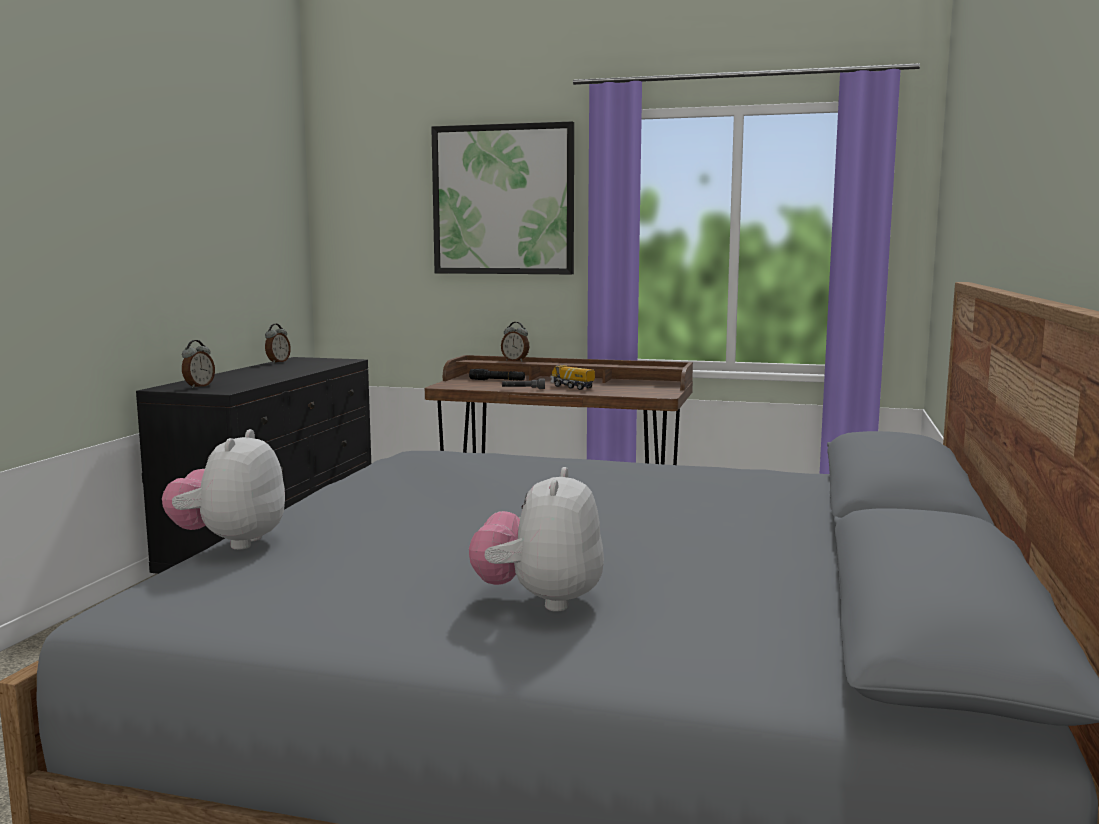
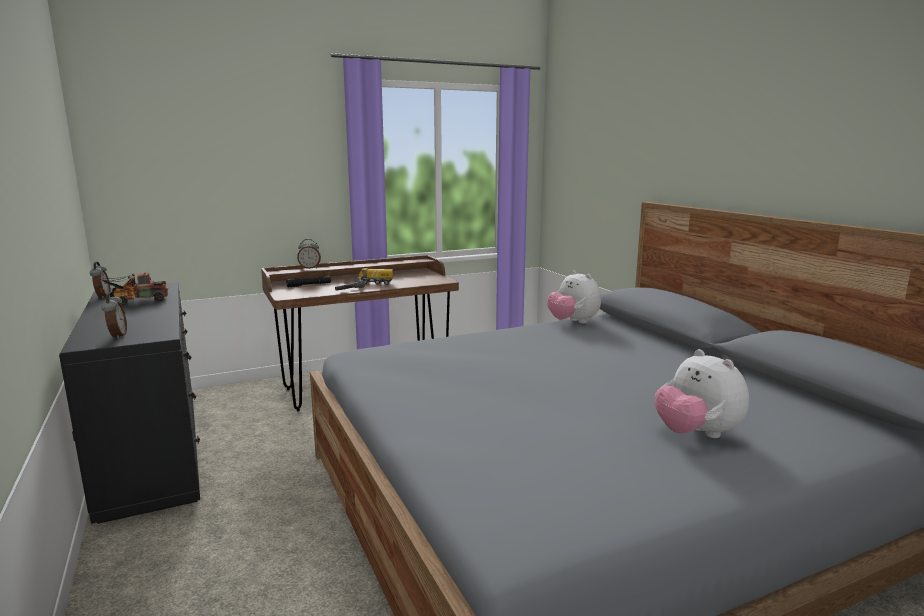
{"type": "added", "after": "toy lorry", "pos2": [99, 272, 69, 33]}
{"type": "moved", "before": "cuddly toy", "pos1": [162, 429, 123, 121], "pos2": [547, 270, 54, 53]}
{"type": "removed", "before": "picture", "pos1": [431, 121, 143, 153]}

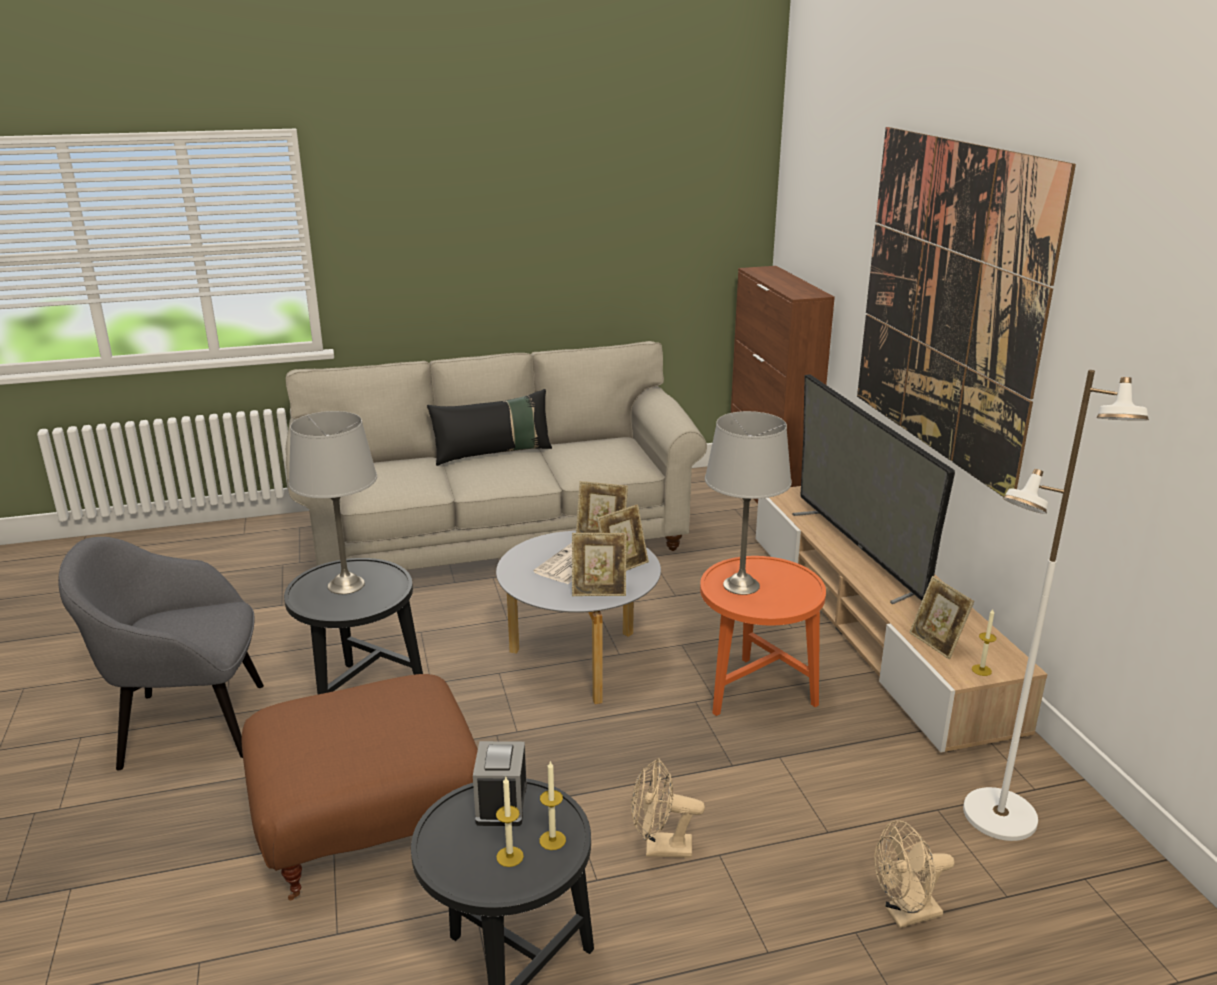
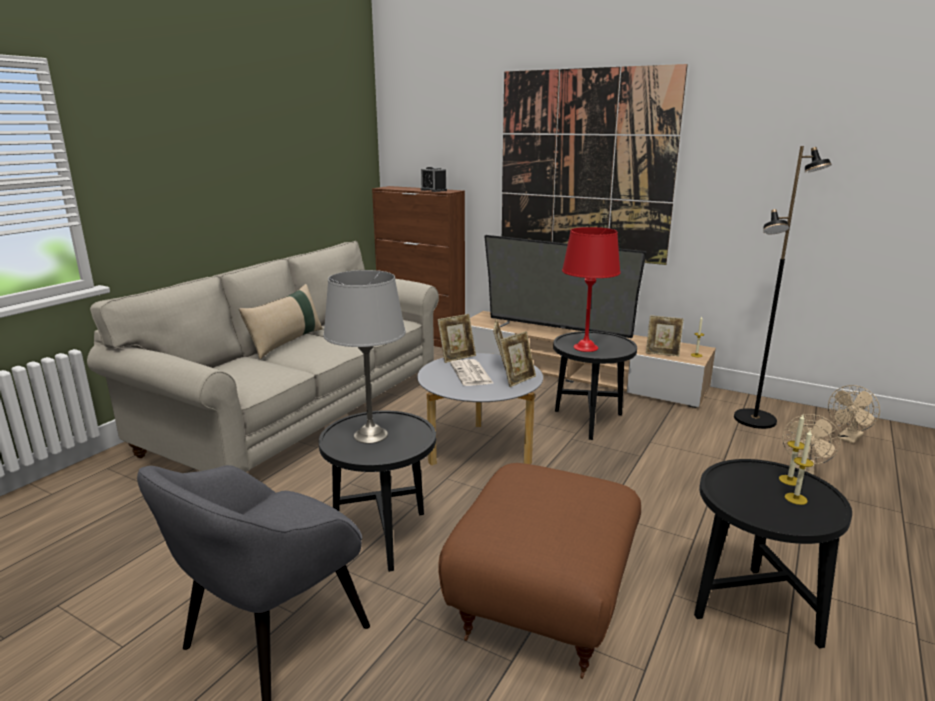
{"type": "recoloured", "before": "black cushion", "after": "sand-coloured cushion", "pos1": [427, 389, 125, 77], "pos2": [239, 284, 84, 75]}
{"type": "moved", "before": "table clock", "pos1": [473, 741, 54, 85], "pos2": [421, 166, 26, 26]}
{"type": "recoloured", "before": "orange-coloured accent table", "after": "black accent table", "pos1": [700, 556, 126, 160], "pos2": [553, 331, 84, 109]}
{"type": "recoloured", "before": "grey lamp for a table", "after": "red lamp for a table", "pos1": [705, 411, 87, 184], "pos2": [562, 227, 59, 125]}
{"type": "recoloured", "before": "white standing lamp", "after": "black standing lamp", "pos1": [963, 370, 186, 471], "pos2": [734, 146, 98, 283]}
{"type": "moved", "before": "sand-coloured electric fan", "pos1": [631, 758, 74, 100], "pos2": [828, 385, 52, 59]}

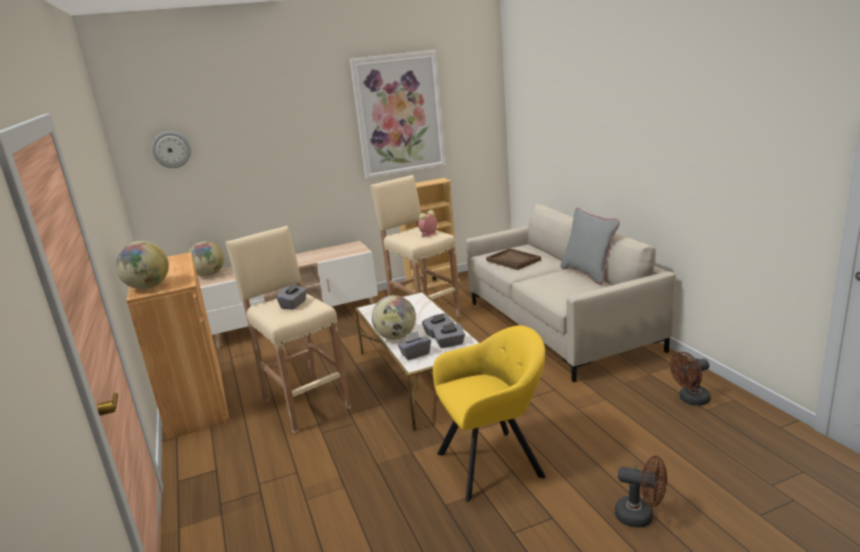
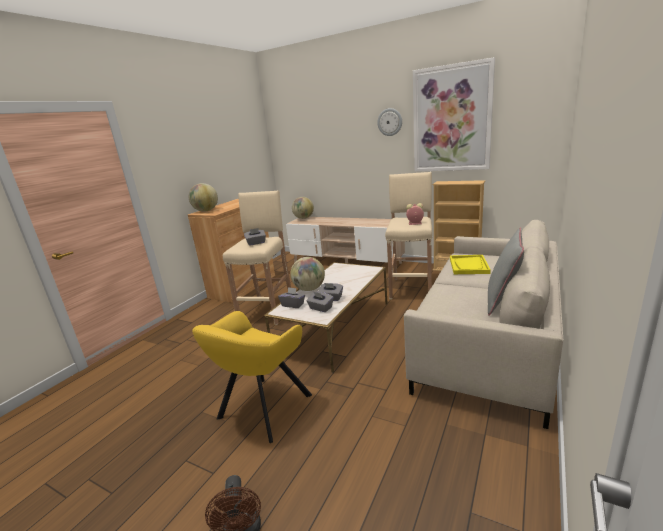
{"type": "turned", "before": "yellowish armchair", "pos1": [433, 325, 113, 177], "pos2": [192, 311, 120, 132], "turn": 90}
{"type": "moved", "before": "clock on the wall", "pos1": [152, 131, 39, 37], "pos2": [377, 108, 25, 28]}
{"type": "recoloured", "before": "brownish carrying tray", "after": "yellowish carrying tray", "pos1": [486, 248, 55, 22], "pos2": [450, 255, 41, 19]}
{"type": "removed", "before": "brownish electric fan", "pos1": [670, 352, 41, 54]}

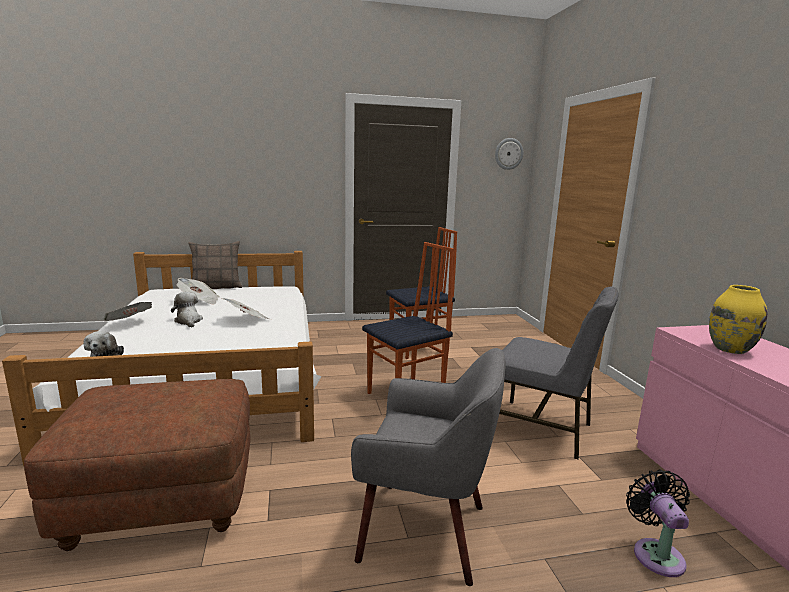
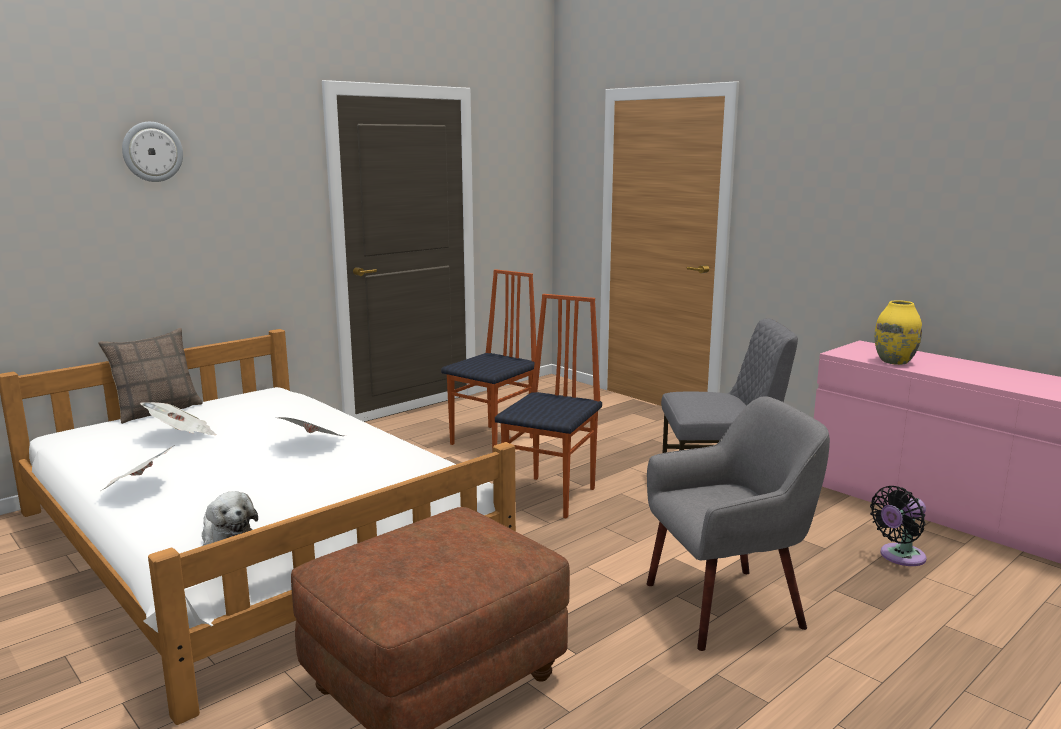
{"type": "moved", "before": "clock on the wall", "pos1": [495, 138, 29, 32], "pos2": [122, 122, 61, 60]}
{"type": "turned", "before": "black electric fan", "pos1": [626, 470, 64, 107], "pos2": [870, 486, 56, 80], "turn": -90}
{"type": "removed", "before": "cuddly toy", "pos1": [171, 292, 32, 35]}

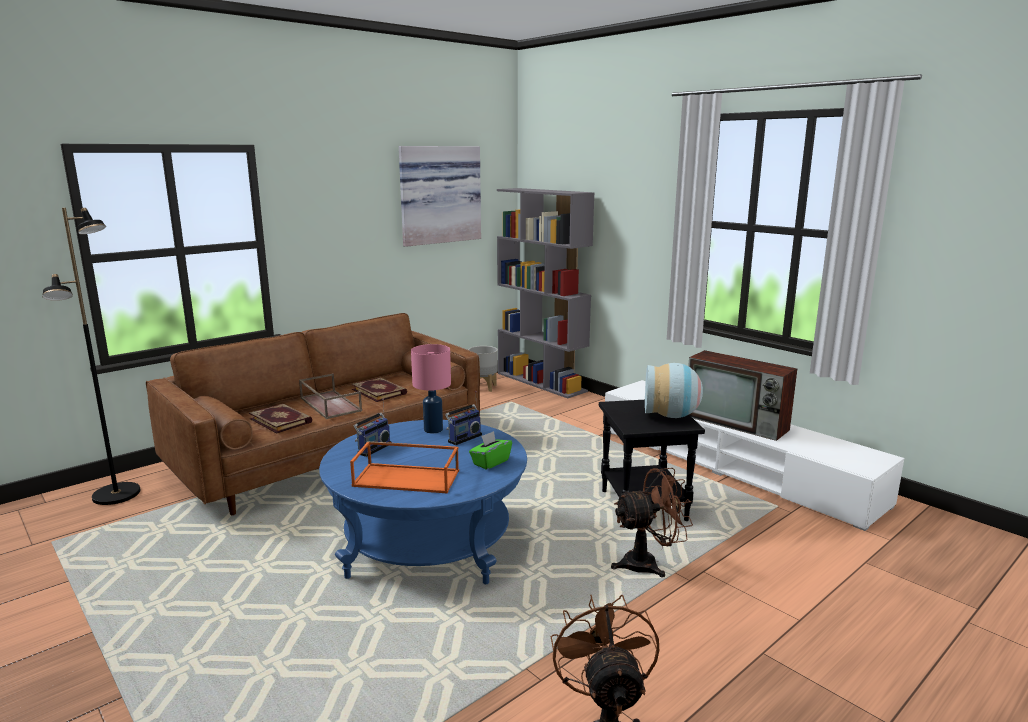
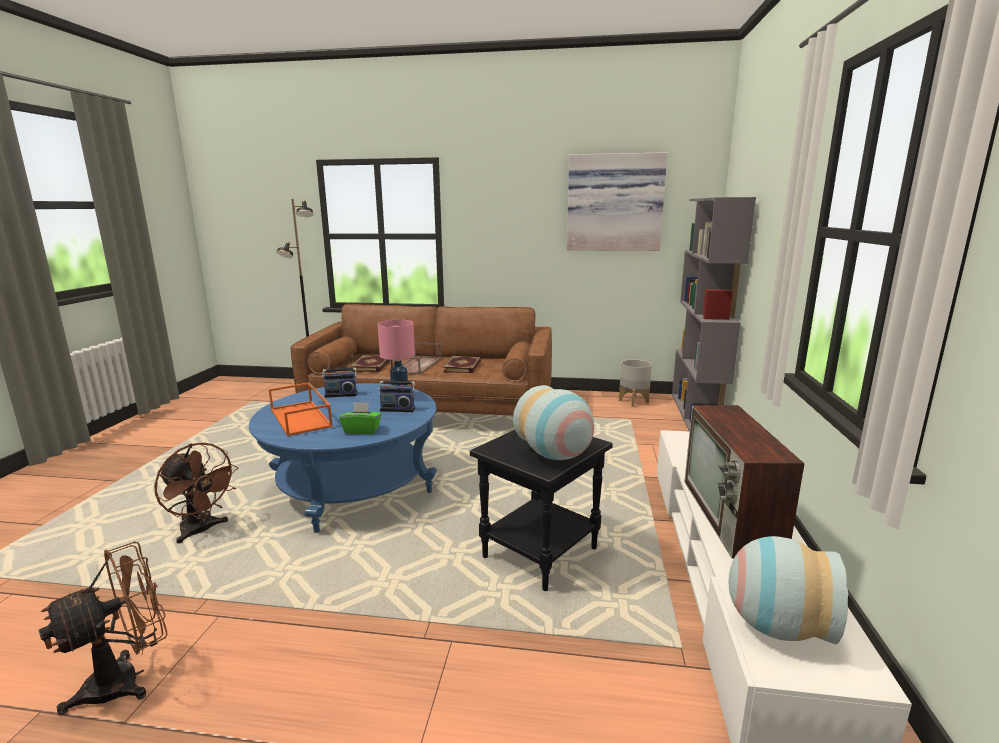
{"type": "moved", "before": "brownish electric fan", "pos1": [611, 468, 82, 110], "pos2": [154, 443, 84, 100]}
{"type": "added", "after": "vase", "pos2": [729, 536, 119, 109]}

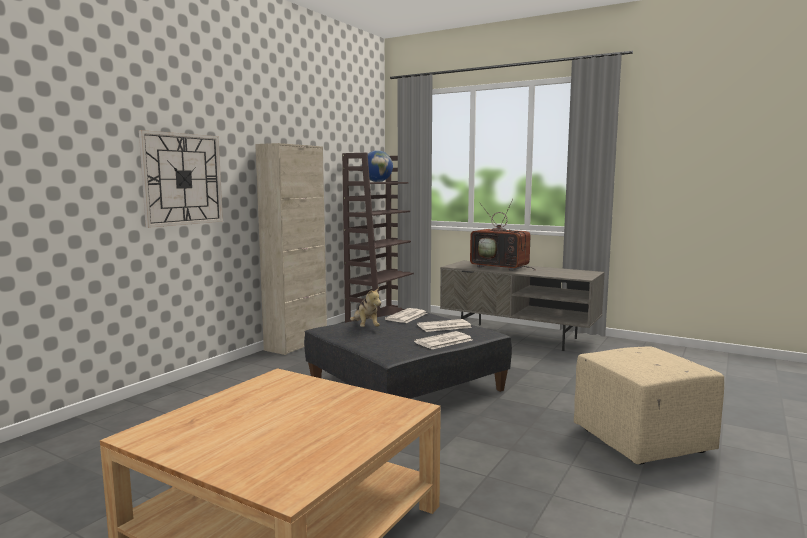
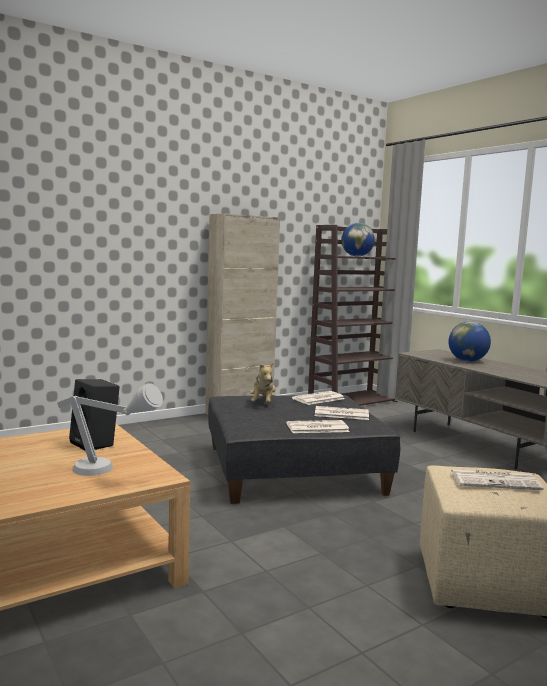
{"type": "added", "after": "grey lamp for a table", "pos2": [57, 383, 106, 93]}
{"type": "added", "after": "black audio speaker", "pos2": [69, 379, 51, 71]}
{"type": "replaced", "before": "TV set", "after": "desk globe", "pos1": [470, 199, 66, 72], "pos2": [448, 321, 43, 41]}
{"type": "added", "after": "printed paper", "pos2": [451, 470, 92, 20]}
{"type": "removed", "before": "clock on the wall", "pos1": [139, 130, 84, 98]}

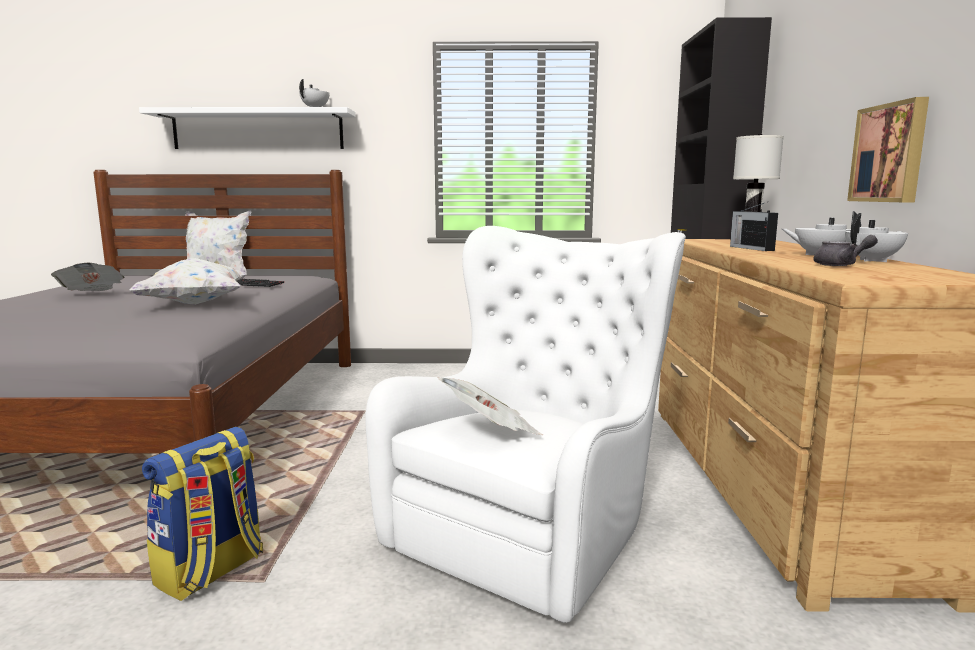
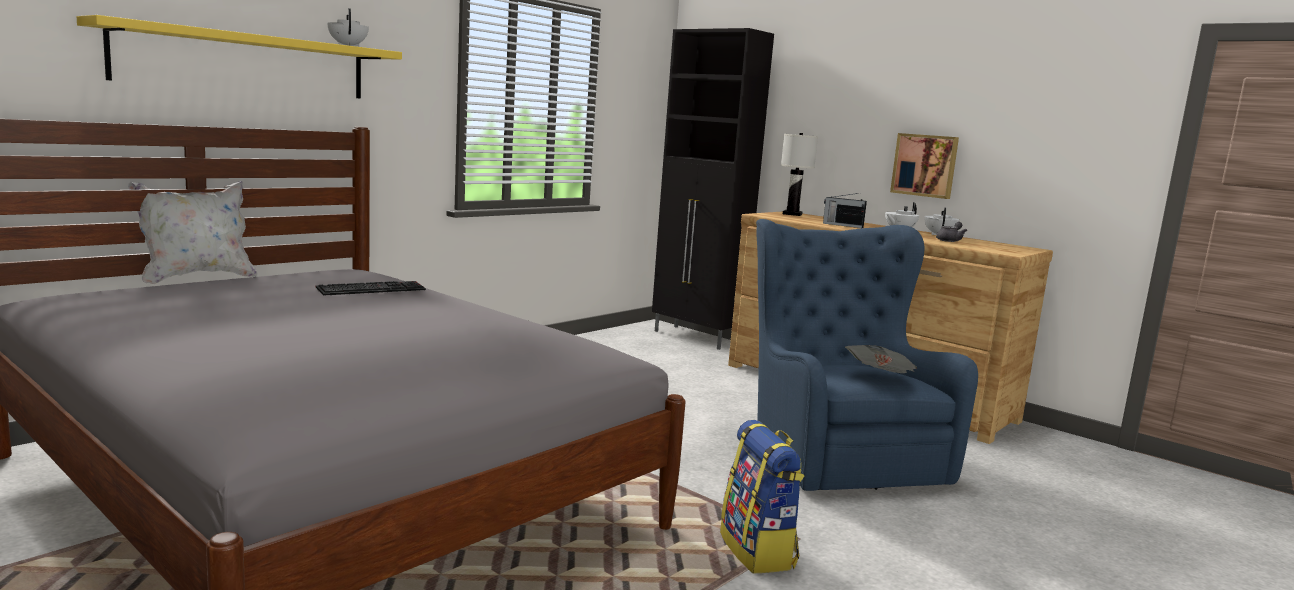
{"type": "recoloured", "before": "white wall shelf", "after": "yellowish wall shelf", "pos1": [139, 107, 217, 42], "pos2": [77, 15, 325, 84]}
{"type": "recoloured", "before": "white armchair", "after": "blue-coloured armchair", "pos1": [365, 226, 321, 397], "pos2": [756, 219, 222, 272]}
{"type": "removed", "before": "printed paper", "pos1": [51, 263, 73, 28]}
{"type": "removed", "before": "white cushion", "pos1": [130, 258, 117, 47]}

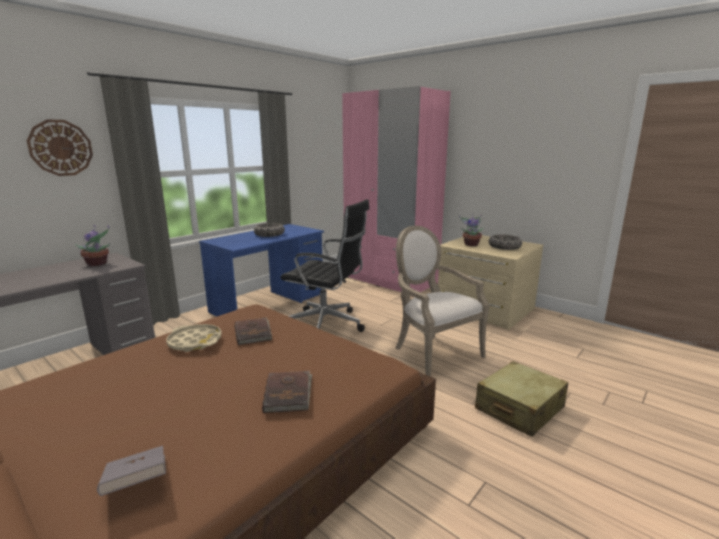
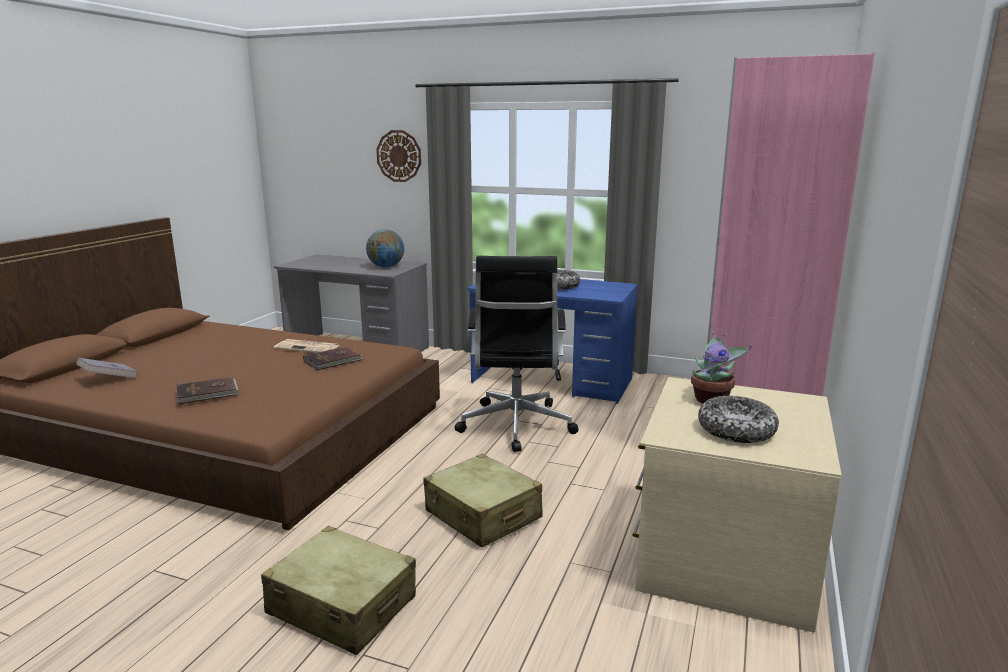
{"type": "replaced", "before": "sand-coloured carrying tray", "after": "printed paper", "pos1": [166, 324, 56, 28], "pos2": [274, 339, 66, 14]}
{"type": "replaced", "before": "houseplant", "after": "desk globe", "pos1": [75, 225, 35, 41], "pos2": [366, 229, 38, 38]}
{"type": "replaced", "before": "armchair", "after": "sand-coloured piece of luggage", "pos1": [395, 226, 94, 151], "pos2": [423, 454, 120, 94]}

